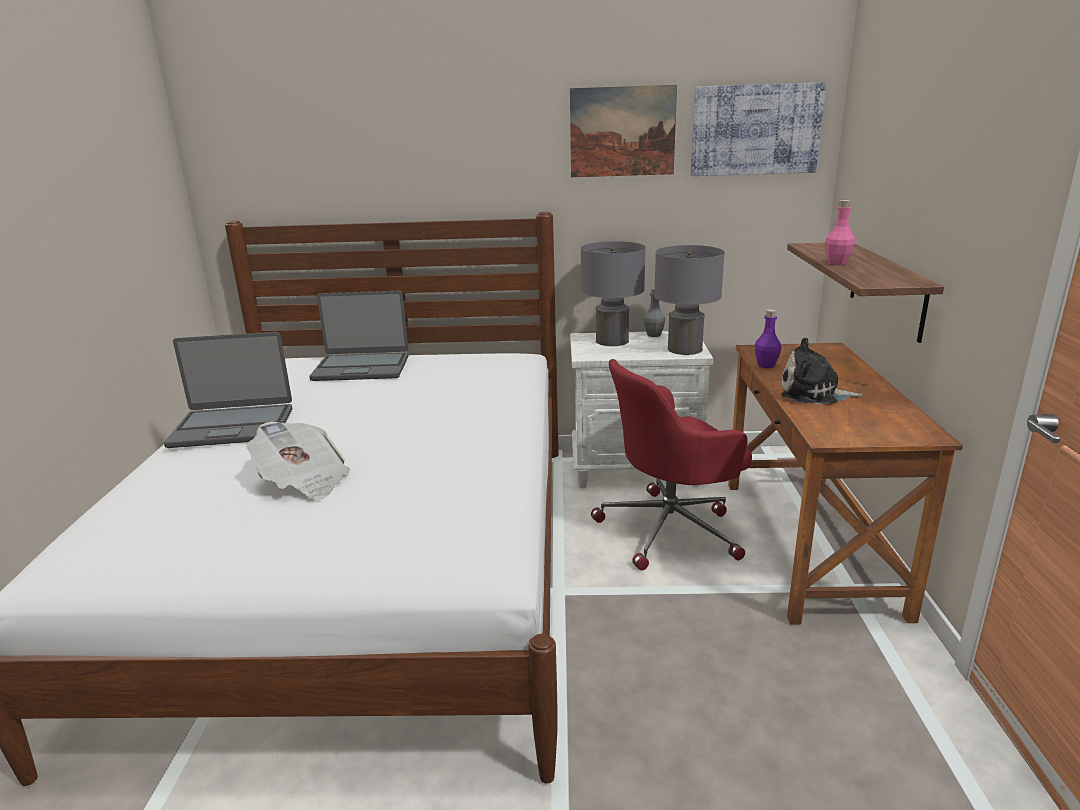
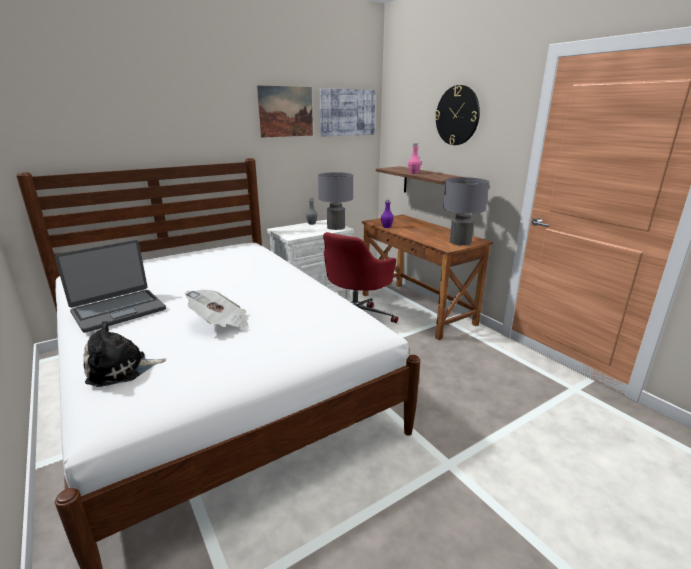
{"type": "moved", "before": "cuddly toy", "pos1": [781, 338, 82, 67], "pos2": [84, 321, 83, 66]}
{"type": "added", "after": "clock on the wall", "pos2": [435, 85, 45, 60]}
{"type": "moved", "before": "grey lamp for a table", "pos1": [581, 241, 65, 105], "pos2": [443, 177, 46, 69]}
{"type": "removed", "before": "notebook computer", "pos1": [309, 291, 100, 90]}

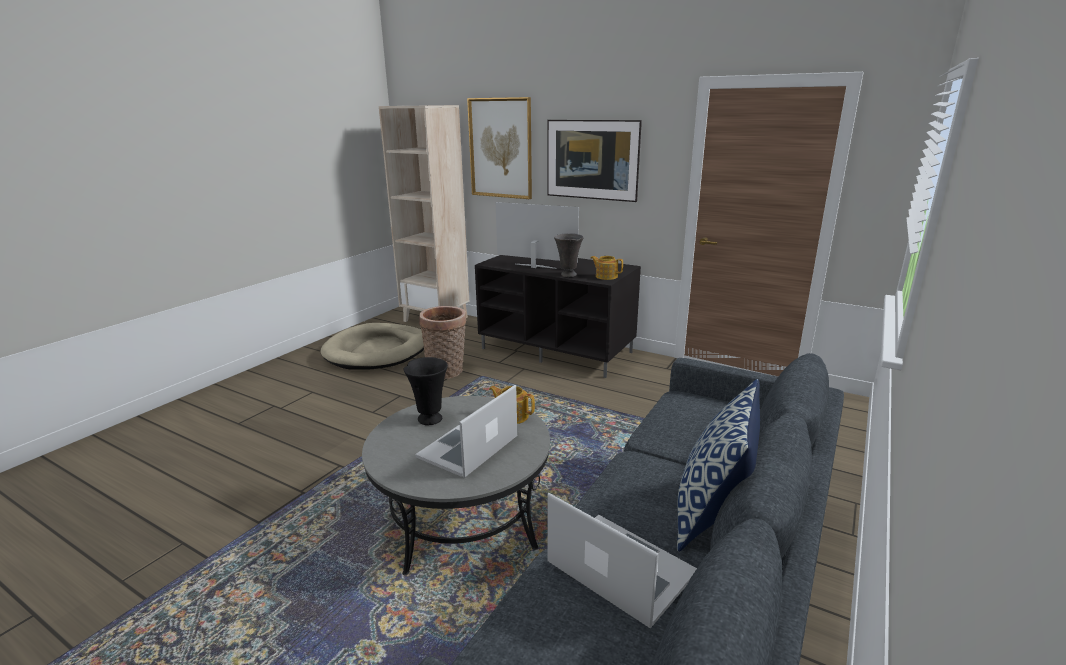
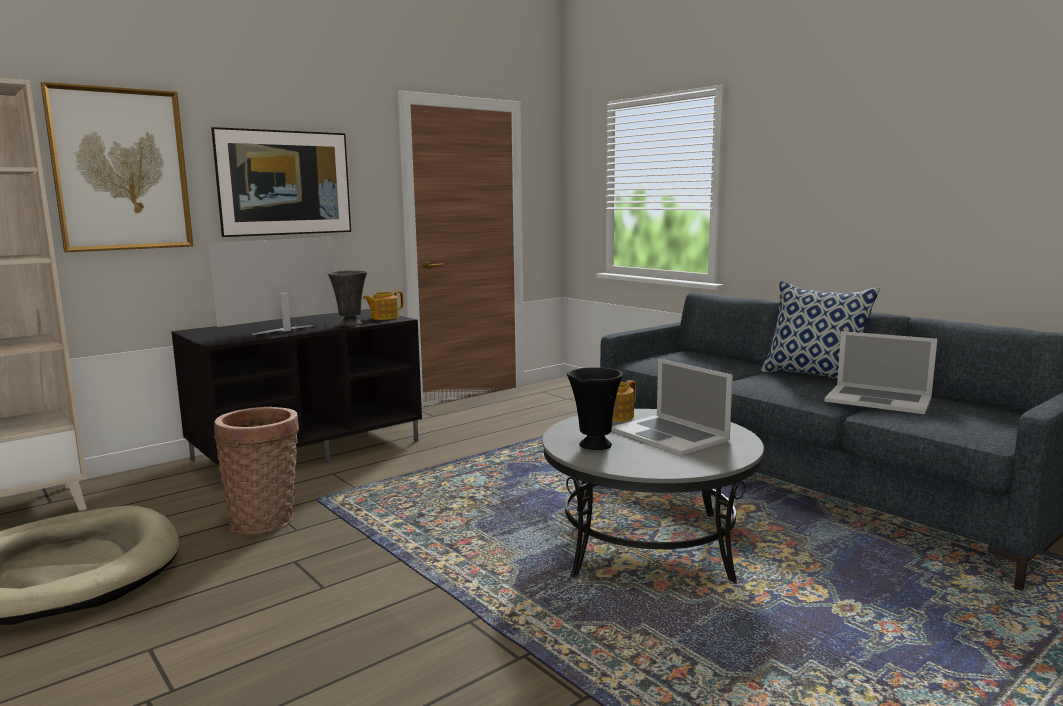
{"type": "turned", "before": "notebook computer", "pos1": [547, 493, 150, 135], "pos2": [825, 331, 112, 83], "turn": -120}

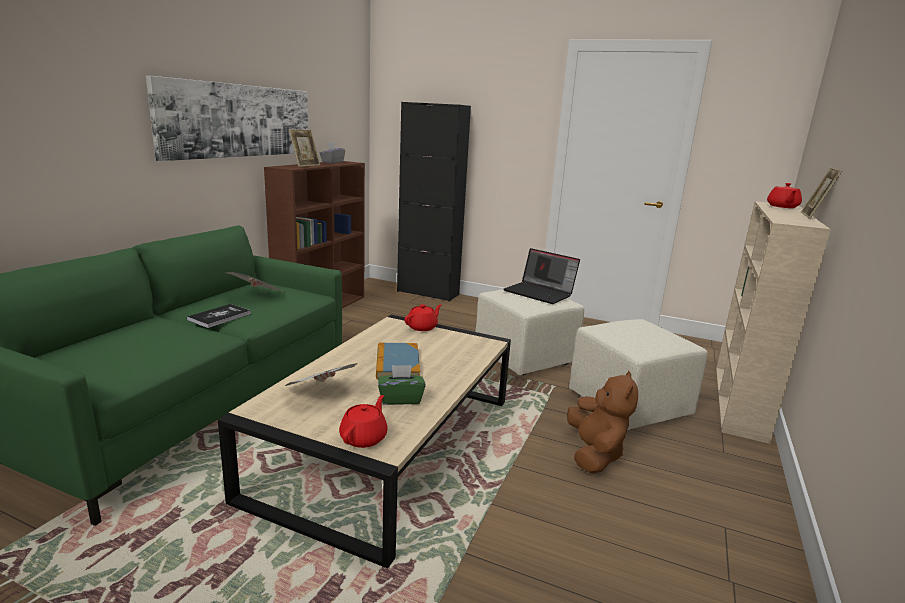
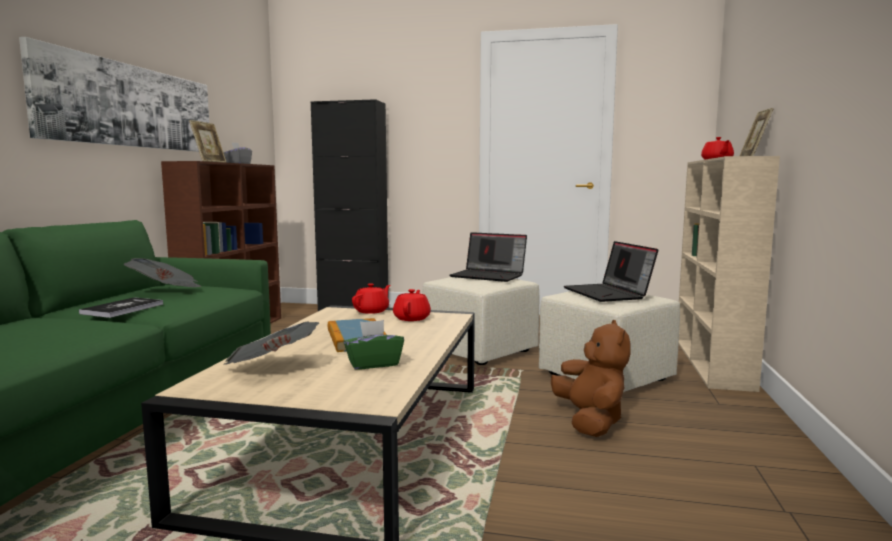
{"type": "moved", "before": "red tea pot", "pos1": [339, 395, 49, 53], "pos2": [393, 289, 38, 32]}
{"type": "added", "after": "notebook computer", "pos2": [564, 241, 94, 61]}

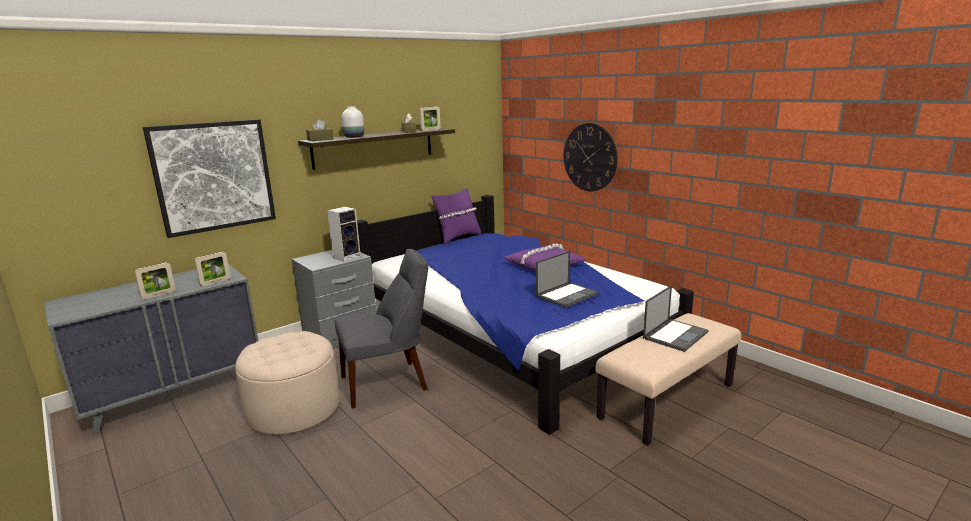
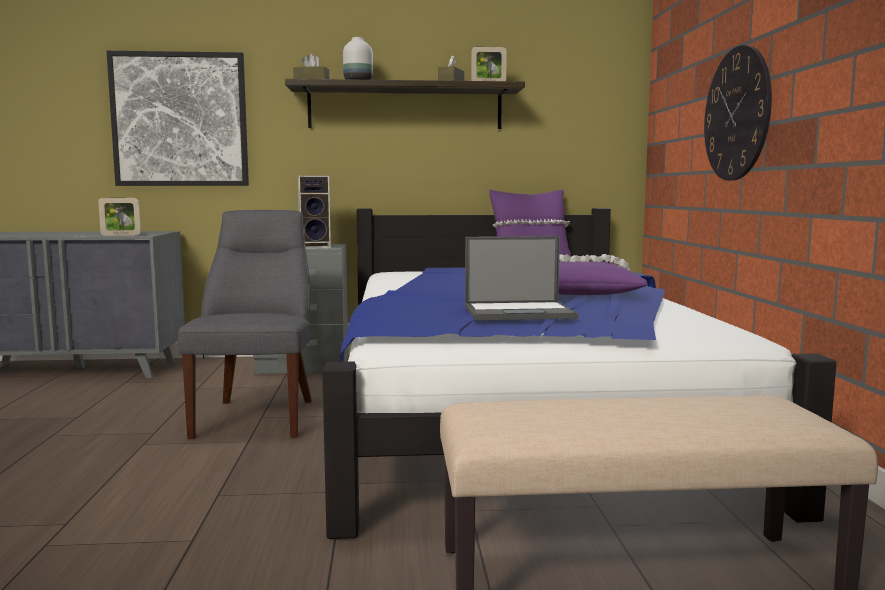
{"type": "turned", "before": "grey chair", "pos1": [335, 249, 93, 160], "pos2": [178, 210, 134, 229], "turn": -105}
{"type": "removed", "before": "standing frame", "pos1": [135, 262, 40, 37]}
{"type": "removed", "before": "sand-coloured pouffe", "pos1": [235, 331, 105, 104]}
{"type": "removed", "before": "notebook computer", "pos1": [643, 285, 65, 67]}

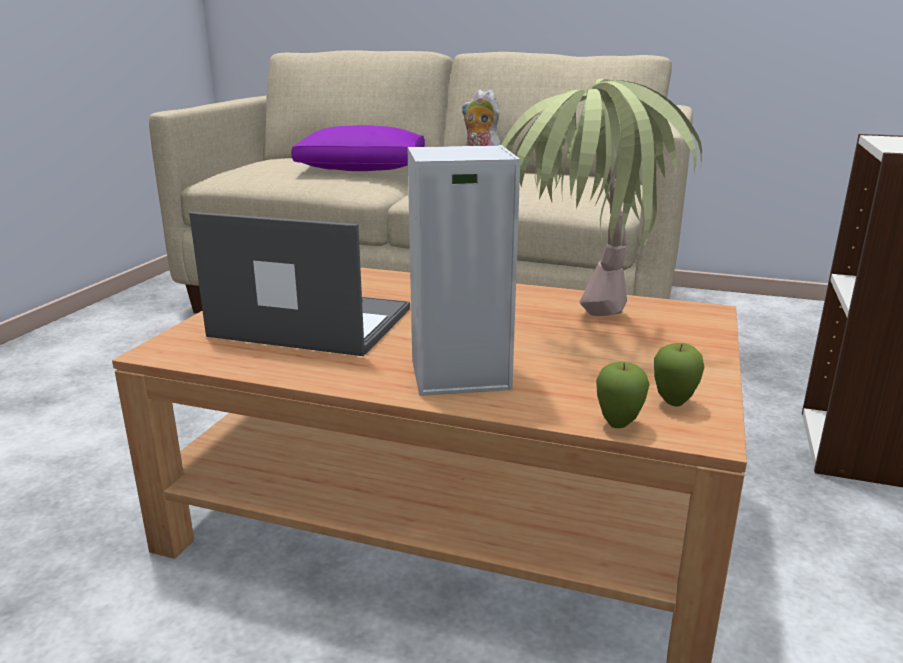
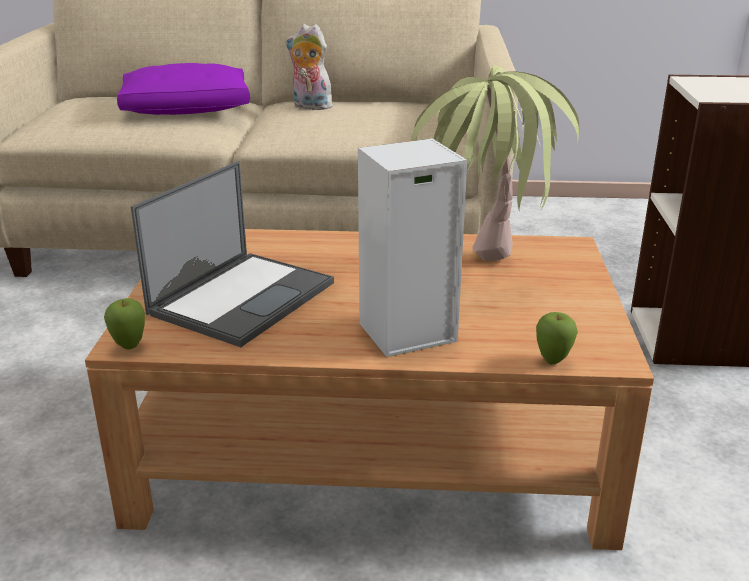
{"type": "moved", "before": "whole apple", "pos1": [654, 343, 50, 63], "pos2": [104, 298, 41, 51]}
{"type": "turned", "before": "notebook computer", "pos1": [189, 212, 221, 144], "pos2": [131, 161, 203, 186], "turn": 120}

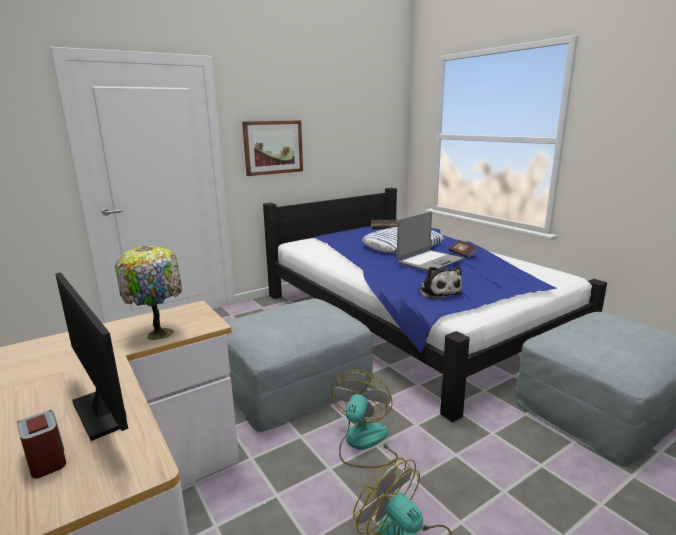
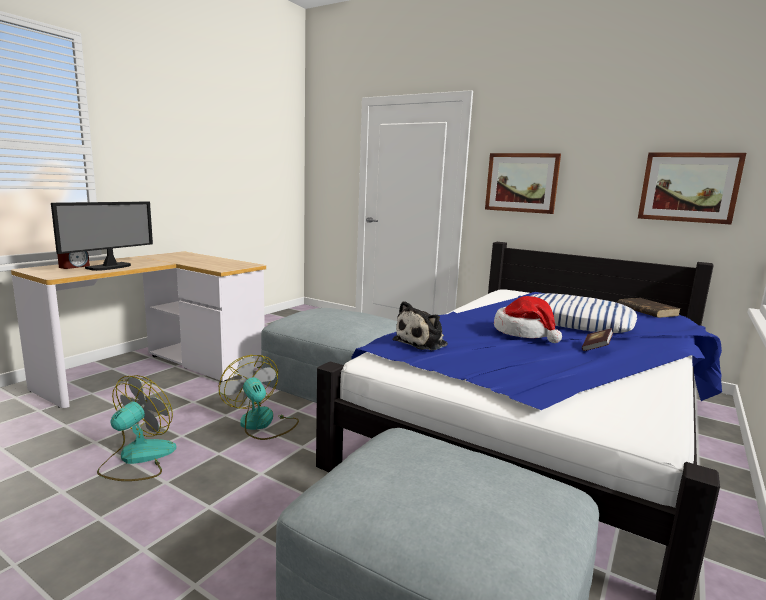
{"type": "turned", "before": "electric fan", "pos1": [331, 370, 67, 98], "pos2": [219, 355, 80, 85], "turn": -120}
{"type": "replaced", "before": "notebook computer", "after": "wearable hat", "pos1": [397, 212, 66, 59], "pos2": [494, 296, 68, 47]}
{"type": "added", "after": "picture", "pos2": [638, 152, 108, 72]}
{"type": "removed", "before": "lamp for a table", "pos1": [115, 246, 67, 94]}

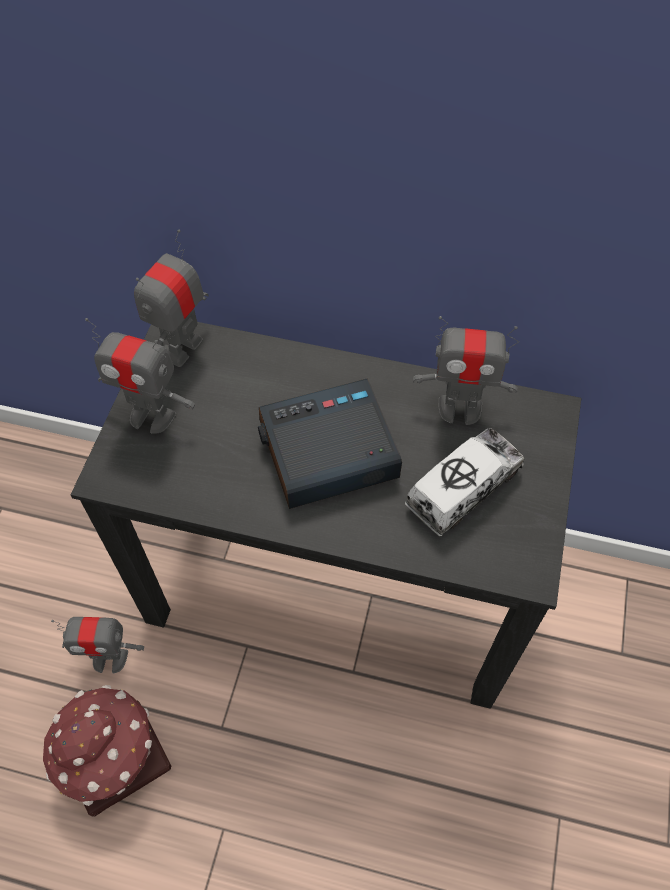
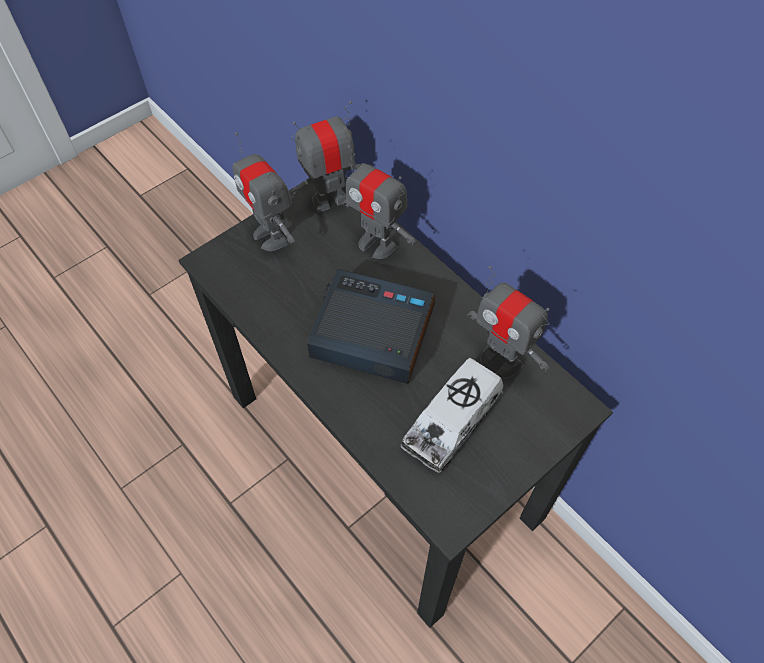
{"type": "moved", "before": "robot figure", "pos1": [51, 617, 93, 57], "pos2": [343, 146, 73, 113]}
{"type": "turned", "before": "toy lorry", "pos1": [405, 428, 120, 109], "pos2": [400, 358, 104, 115], "turn": 135}
{"type": "removed", "before": "toy house", "pos1": [43, 685, 128, 132]}

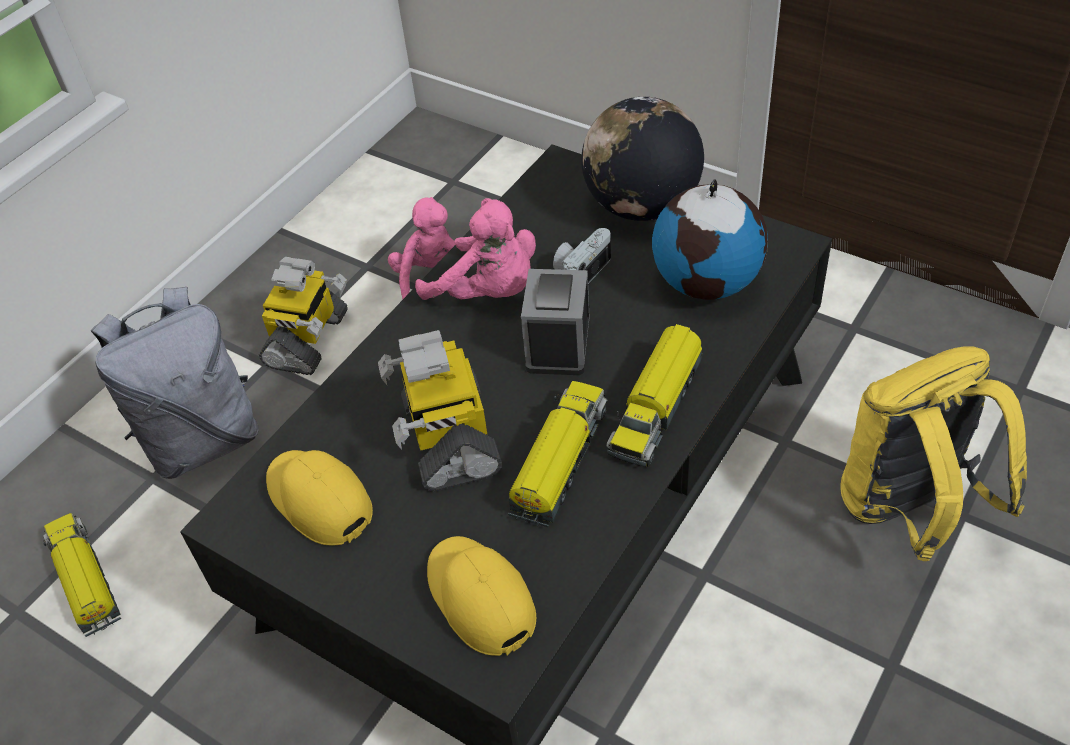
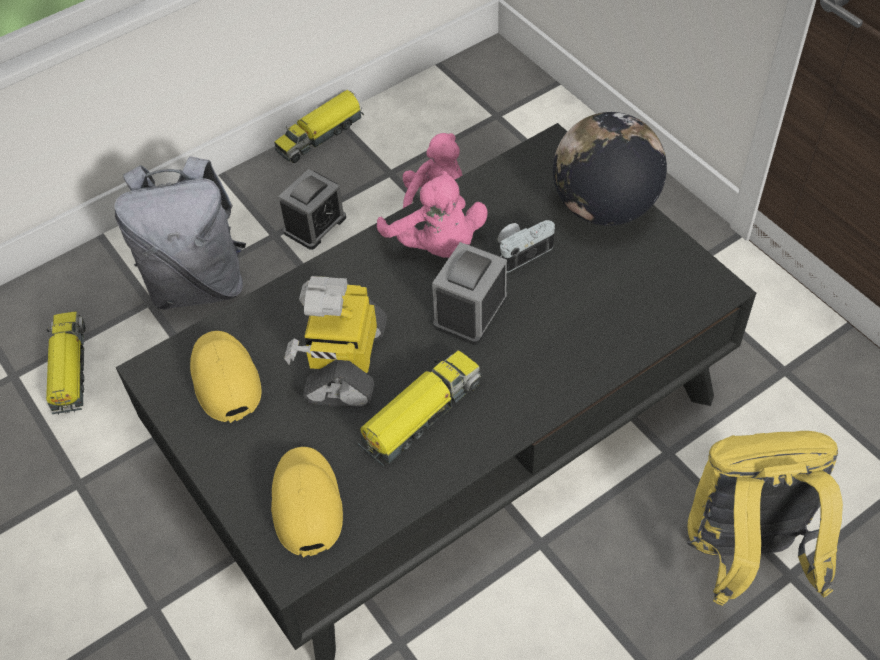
{"type": "moved", "before": "toy lorry", "pos1": [606, 324, 97, 143], "pos2": [274, 90, 90, 73]}
{"type": "replaced", "before": "robot figure", "after": "table clock", "pos1": [259, 257, 89, 118], "pos2": [278, 169, 68, 81]}
{"type": "removed", "before": "desk globe", "pos1": [652, 179, 116, 121]}

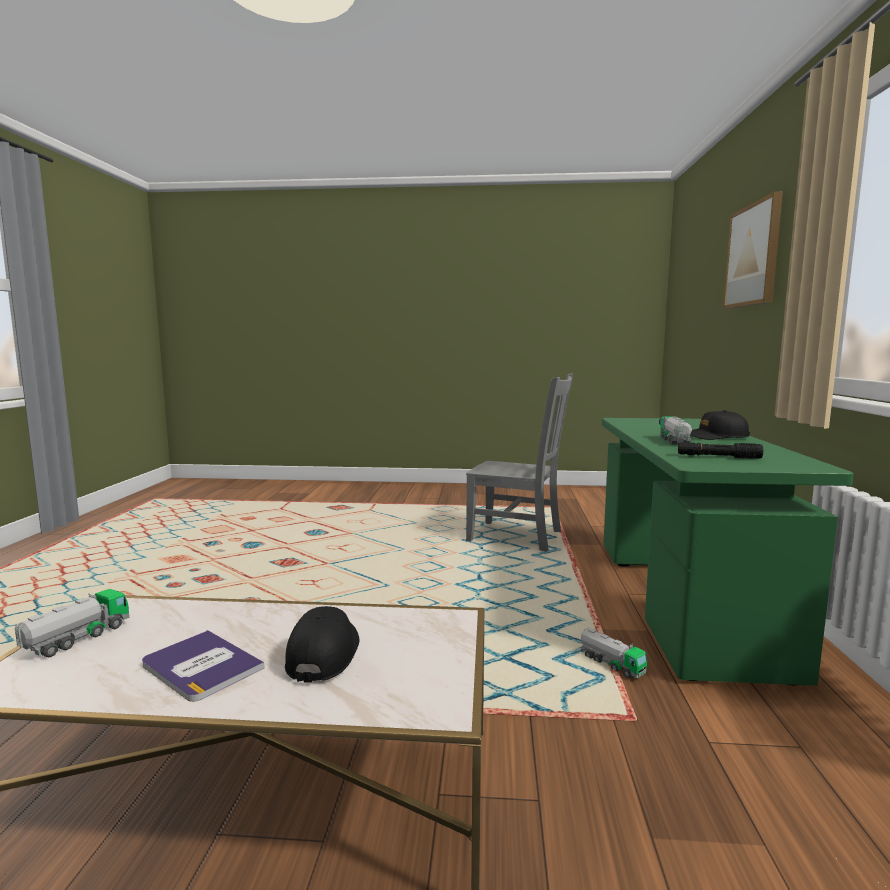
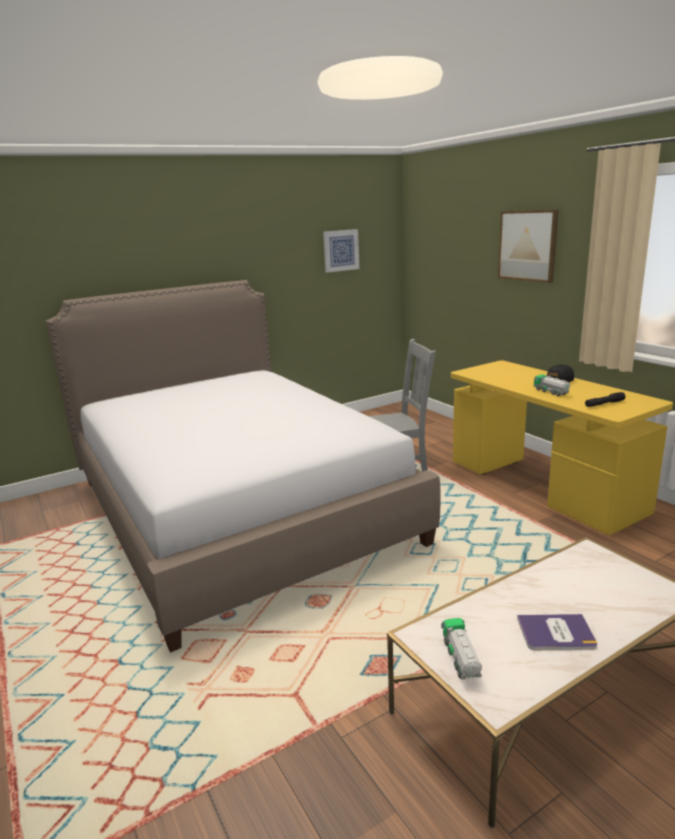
{"type": "added", "after": "sleeping bed", "pos2": [46, 280, 395, 373]}
{"type": "added", "after": "picture", "pos2": [323, 229, 36, 44]}
{"type": "recoloured", "before": "greenish desk table", "after": "yellowish desk table", "pos1": [602, 418, 251, 268], "pos2": [451, 360, 222, 175]}
{"type": "removed", "before": "black peaked cap", "pos1": [285, 606, 74, 77]}
{"type": "removed", "before": "toy lorry", "pos1": [581, 628, 66, 50]}

